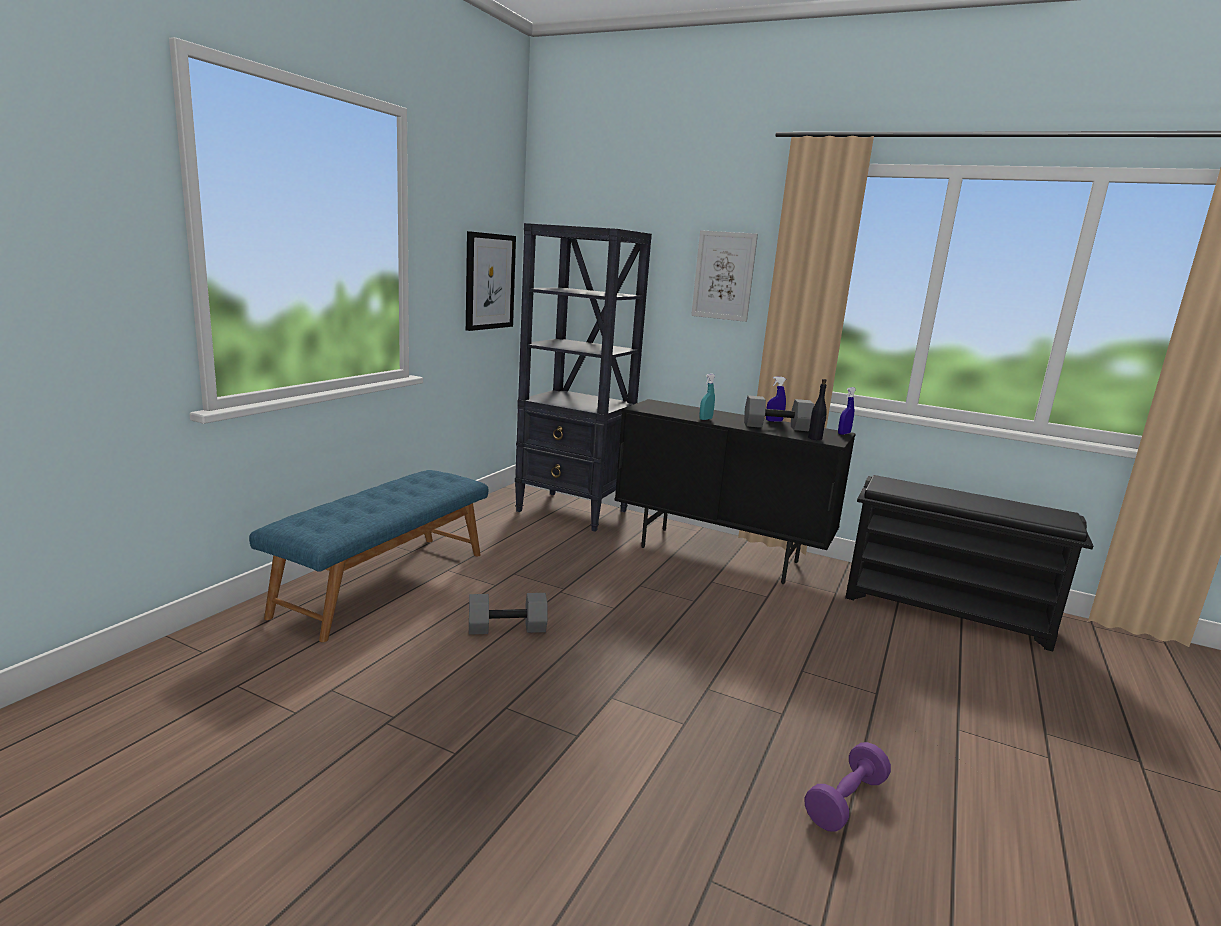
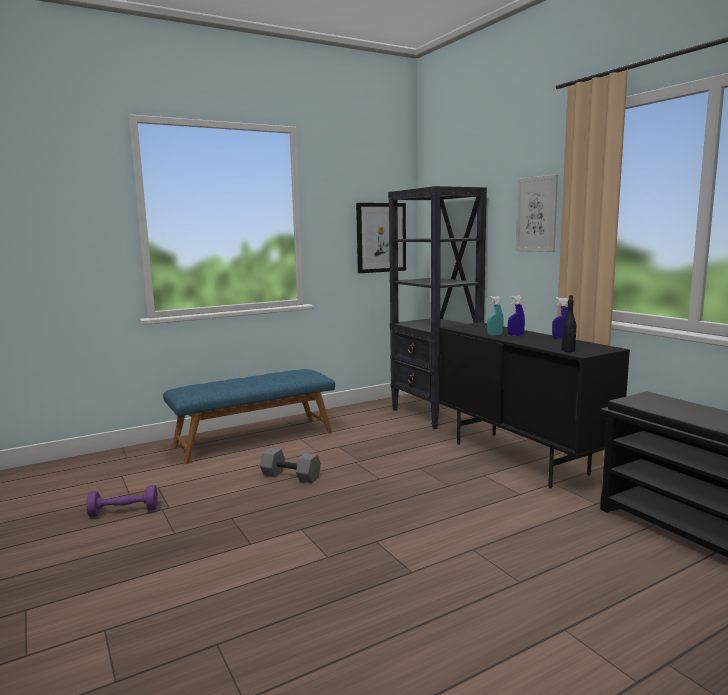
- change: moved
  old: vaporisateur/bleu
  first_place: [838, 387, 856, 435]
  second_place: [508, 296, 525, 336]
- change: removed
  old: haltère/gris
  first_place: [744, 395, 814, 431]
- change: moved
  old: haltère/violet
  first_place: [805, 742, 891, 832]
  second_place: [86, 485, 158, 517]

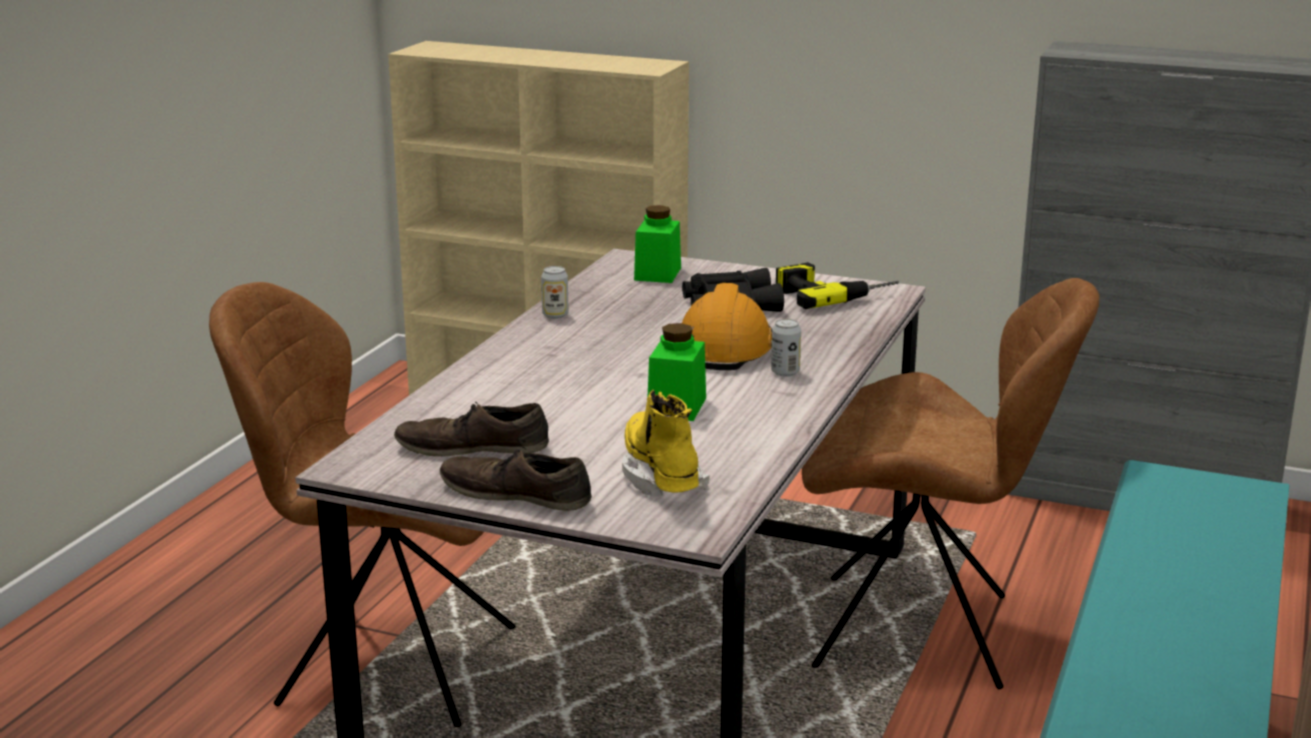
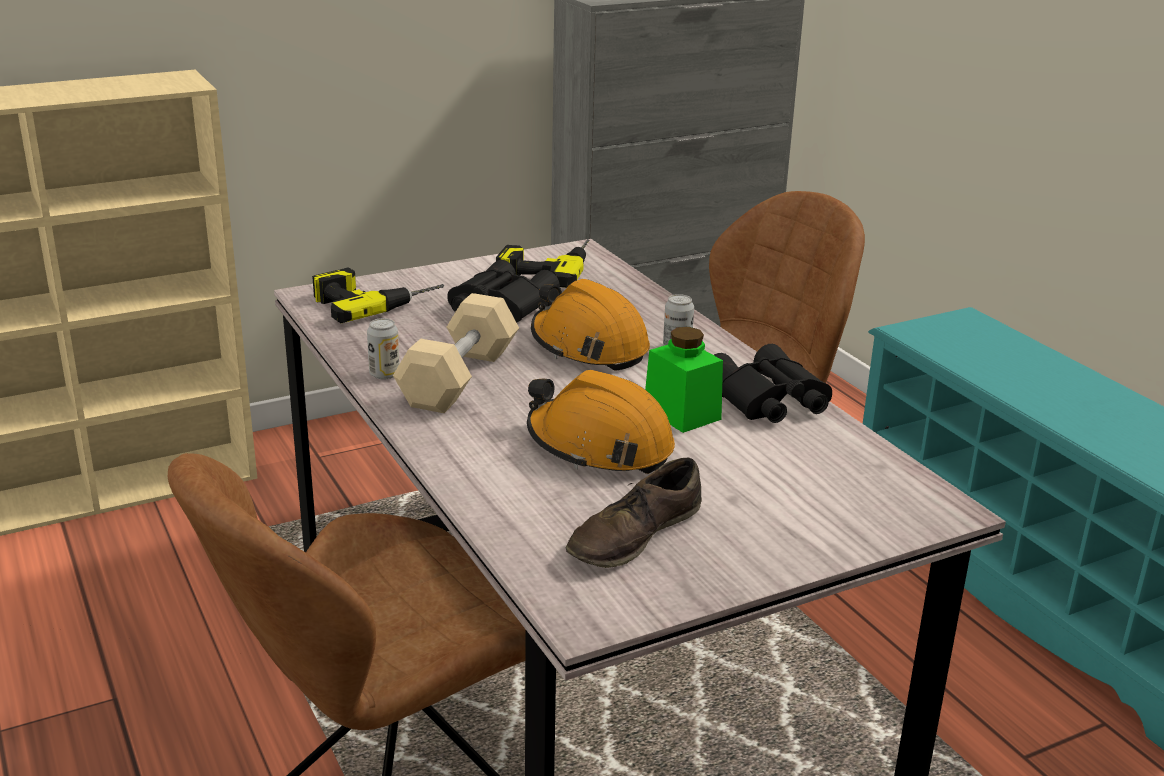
- change: replaced
  old: bocal/vert
  new: perceuse
  first_place: [634, 205, 681, 283]
  second_place: [312, 267, 444, 323]
- change: removed
  old: botte/jaune
  first_place: [622, 389, 710, 498]
- change: removed
  old: chaussure/marron
  first_place: [440, 447, 592, 511]
- change: added
  new: haltère/beige
  second_place: [393, 293, 519, 413]
- change: added
  new: jumelles/noir
  second_place: [714, 344, 832, 423]
- change: added
  new: casque de chantier/orange
  second_place: [527, 370, 675, 474]

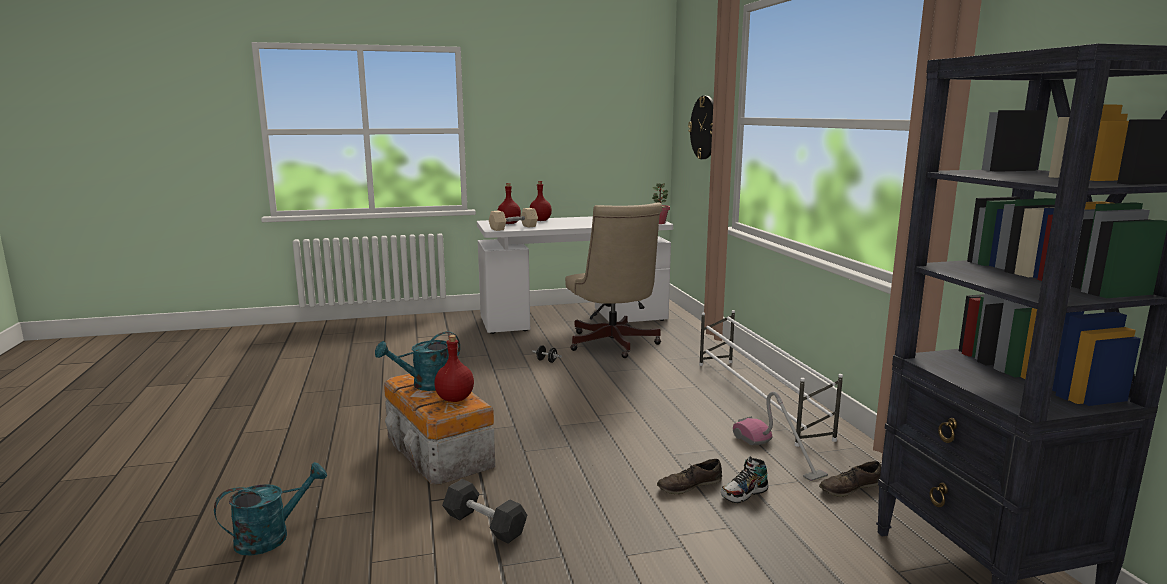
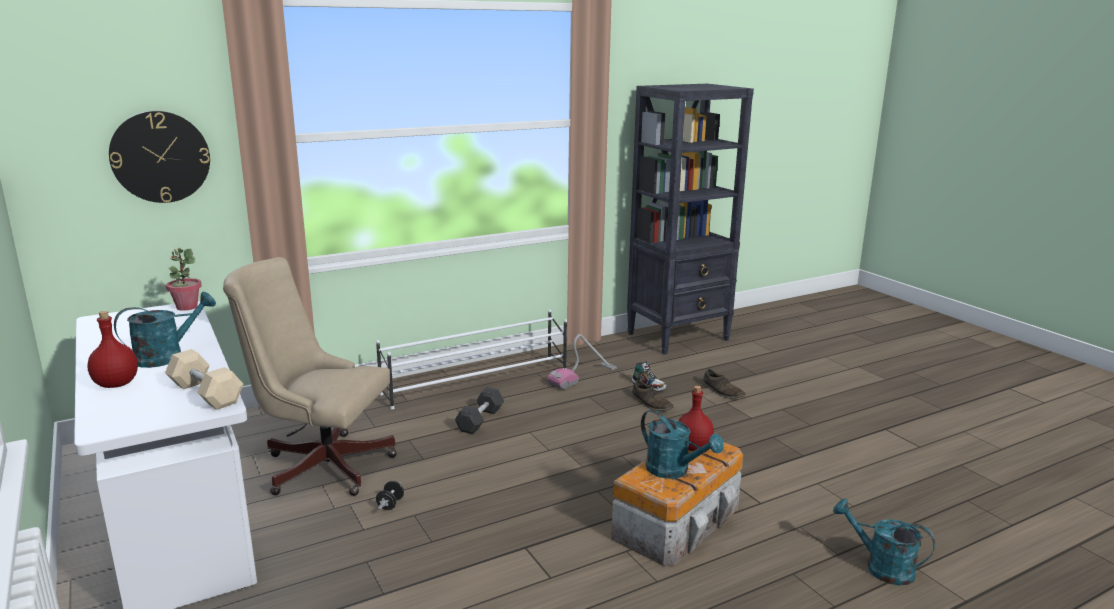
- change: removed
  old: bouteille/rouge
  first_place: [497, 183, 521, 224]
- change: turned
  old: chaise de bureau/beige
  first_place: [565, 203, 662, 358]
  second_place: [223, 257, 397, 496]
  degrees: -135
- change: moved
  old: chaussure/marron
  first_place: [819, 461, 881, 497]
  second_place: [703, 369, 745, 398]
- change: moved
  old: haltère/gris
  first_place: [442, 479, 527, 544]
  second_place: [455, 387, 504, 434]
- change: added
  new: arrosoir/turquoise
  second_place: [114, 292, 216, 368]

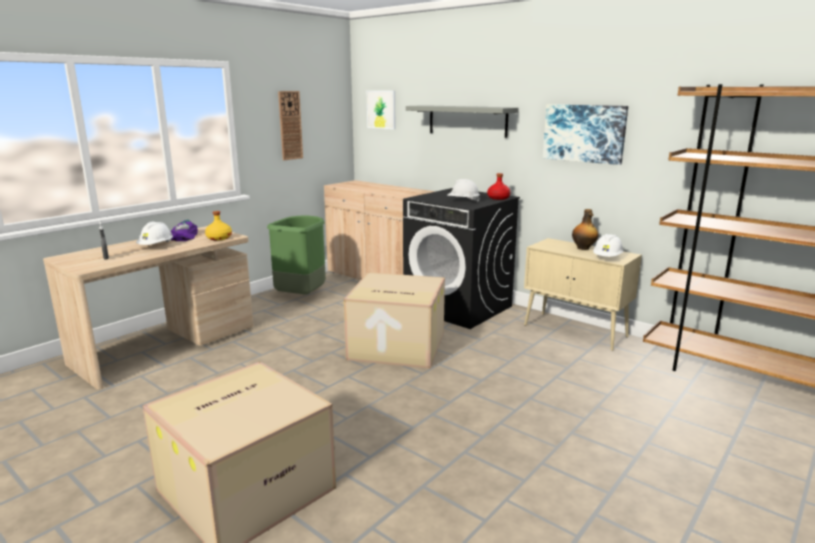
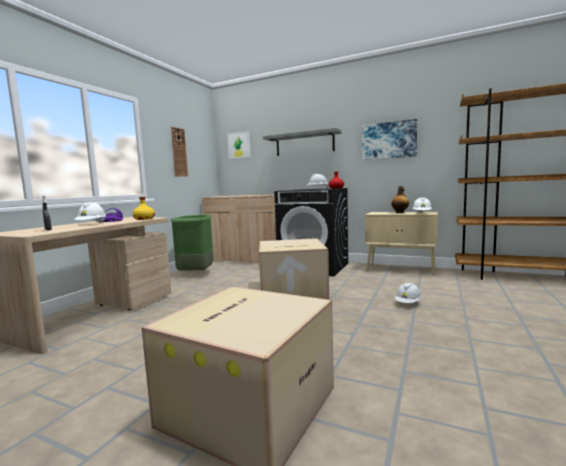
- change: added
  new: casque de chantier/blanc
  second_place: [395, 282, 422, 303]

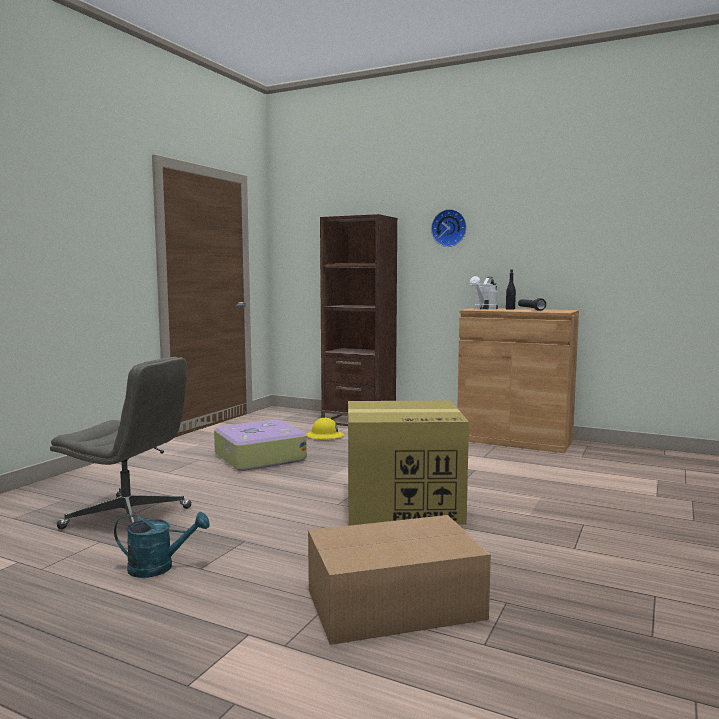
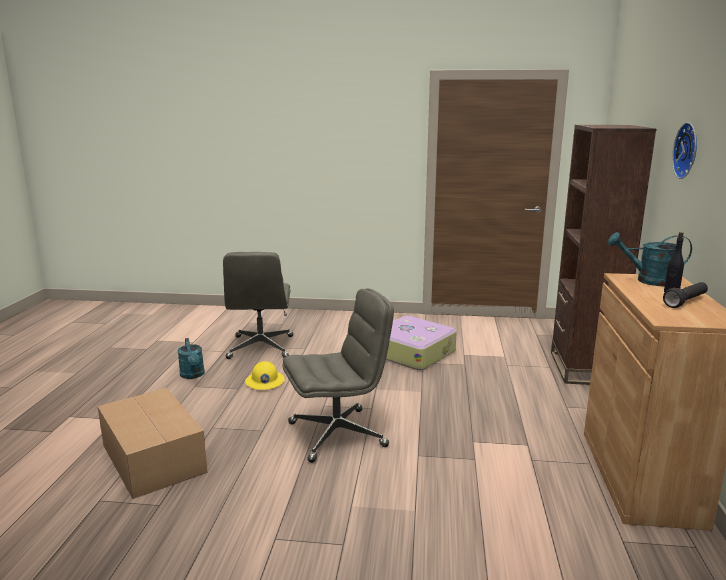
- change: recoloured
  old: arrosoir/blanc
  new: arrosoir/turquoise
  first_place: [470, 276, 498, 309]
  second_place: [608, 232, 692, 287]
- change: replaced
  old: carton
  new: chaise de bureau/gris
  first_place: [348, 401, 469, 526]
  second_place: [282, 288, 394, 463]
- change: moved
  old: casque de chantier/jaune
  first_place: [306, 418, 344, 440]
  second_place: [245, 361, 285, 390]

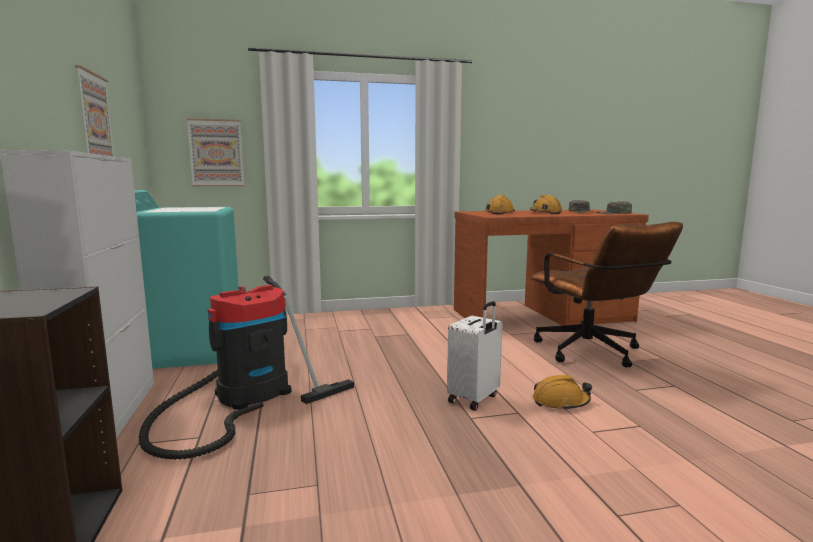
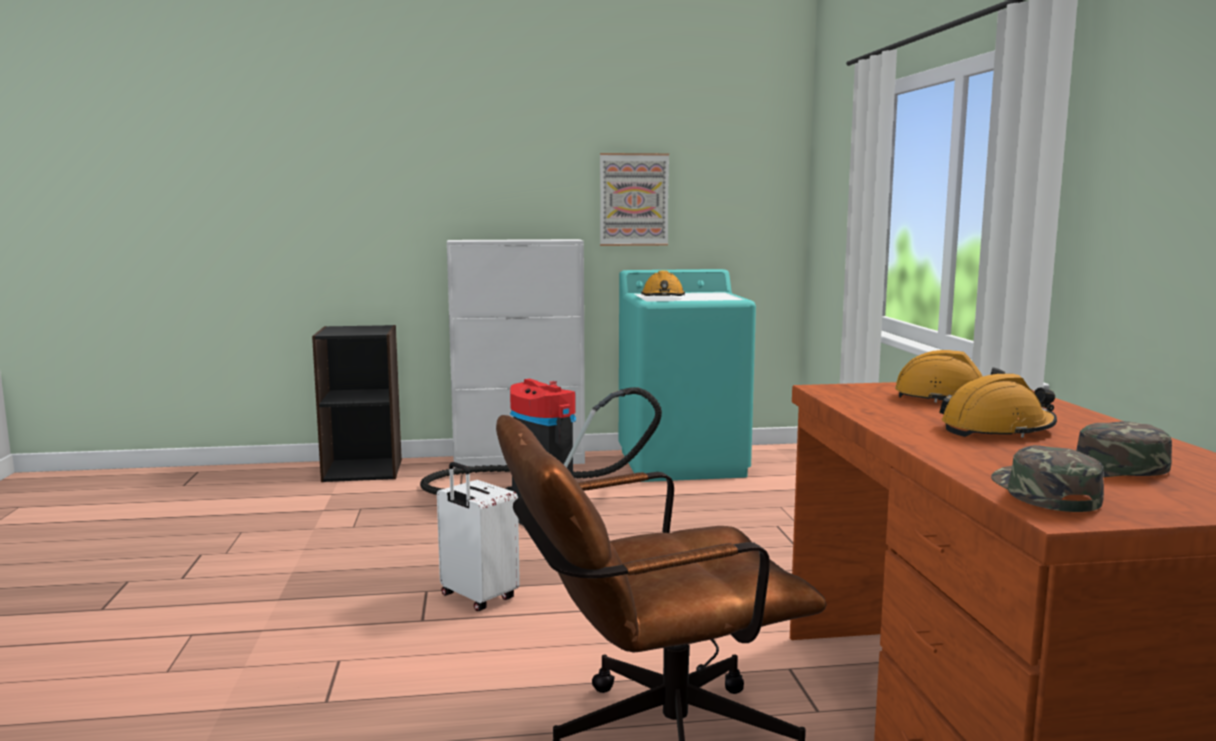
- change: removed
  old: tableau
  first_place: [187, 119, 244, 186]
- change: moved
  old: casque de chantier/orange
  first_place: [533, 375, 592, 411]
  second_place: [641, 270, 685, 296]

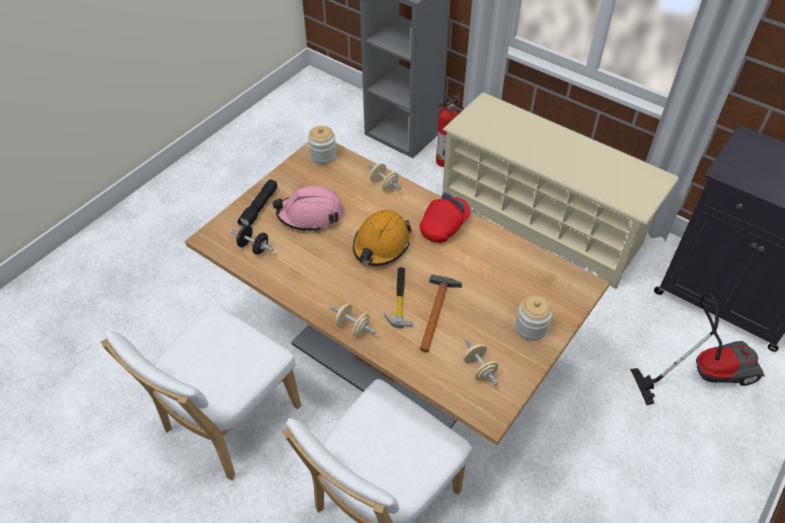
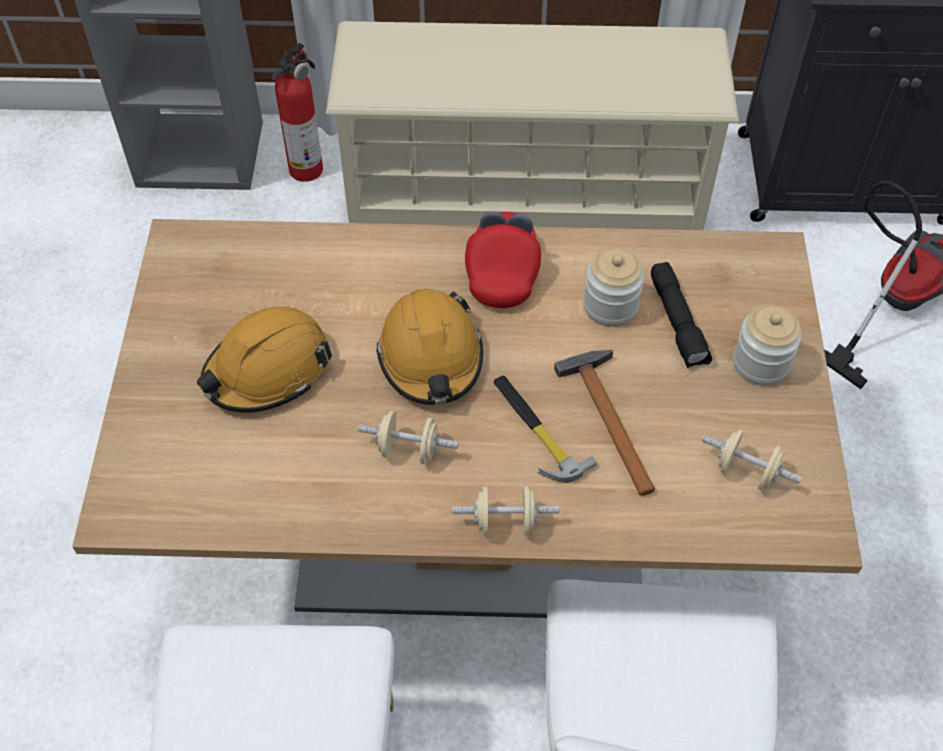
- change: moved
  old: bocal
  first_place: [308, 126, 336, 164]
  second_place: [583, 248, 644, 327]
- change: moved
  old: haltère/beige
  first_place: [368, 163, 402, 191]
  second_place: [358, 411, 459, 464]
- change: moved
  old: lampe de poche/noir
  first_place: [238, 179, 277, 226]
  second_place: [651, 262, 712, 368]
- change: recoloured
  old: casque de chantier/rose
  new: casque de chantier/orange
  first_place: [272, 185, 344, 232]
  second_place: [197, 307, 332, 413]
- change: removed
  old: haltère/noir
  first_place: [231, 225, 274, 255]

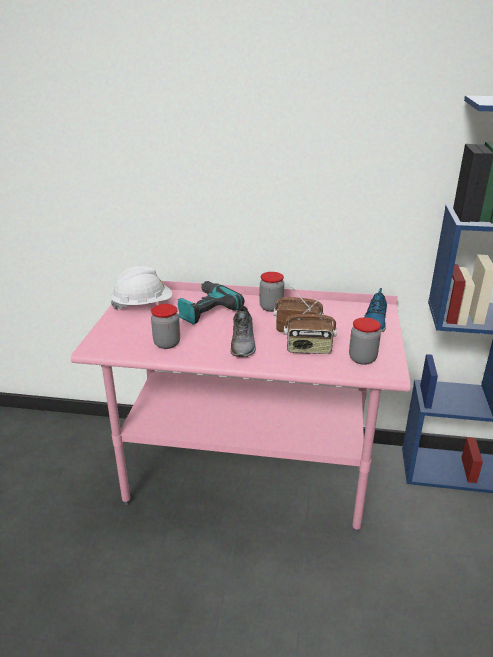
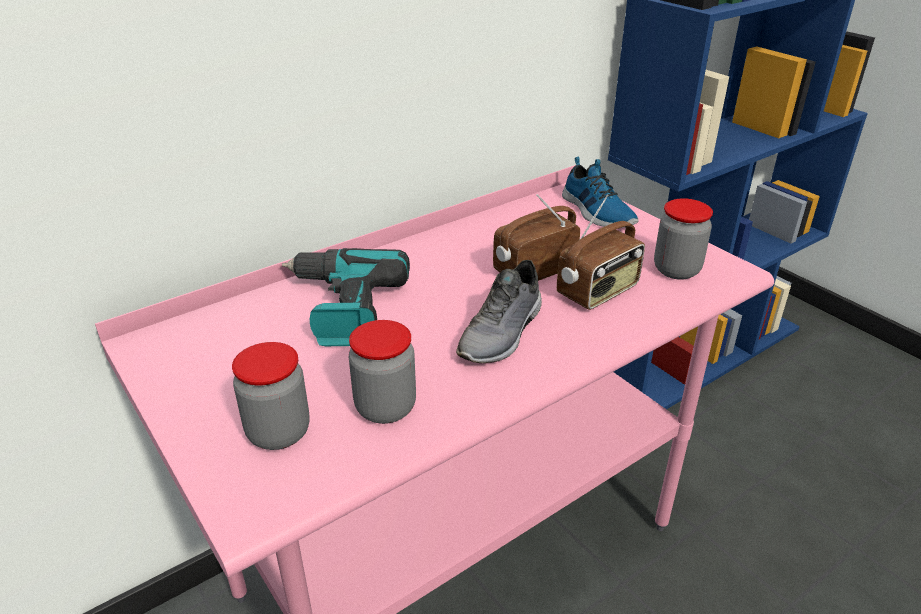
- change: removed
  old: casque de chantier/blanc
  first_place: [111, 266, 172, 309]
- change: moved
  old: bocal
  first_place: [259, 272, 284, 312]
  second_place: [232, 342, 310, 450]
- change: turned
  old: chaussure/gris
  first_place: [230, 306, 256, 357]
  second_place: [456, 260, 542, 363]
  degrees: 75

